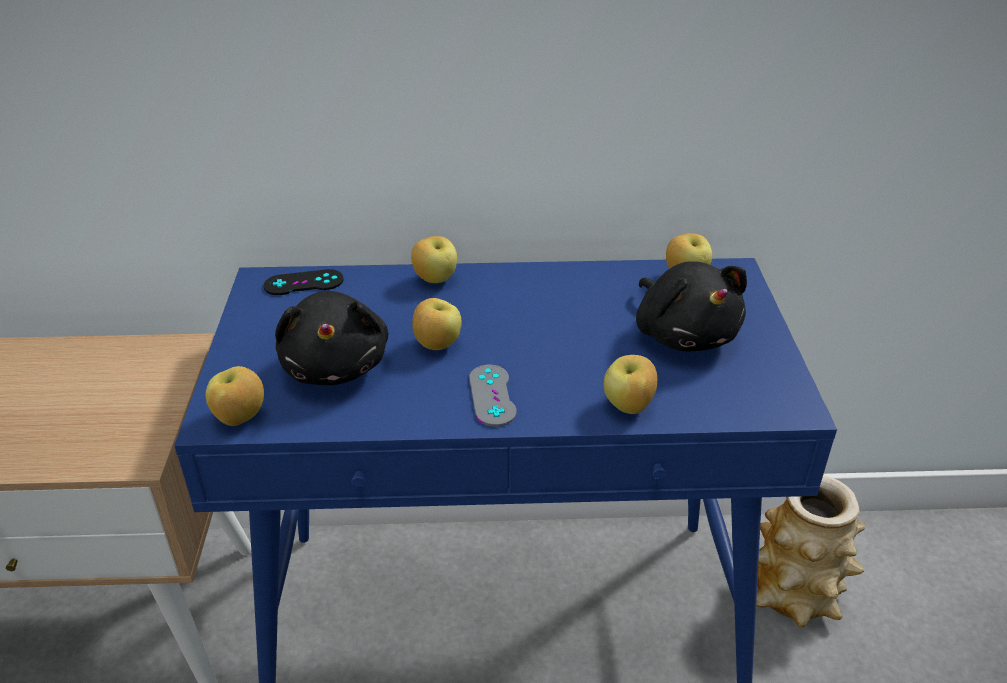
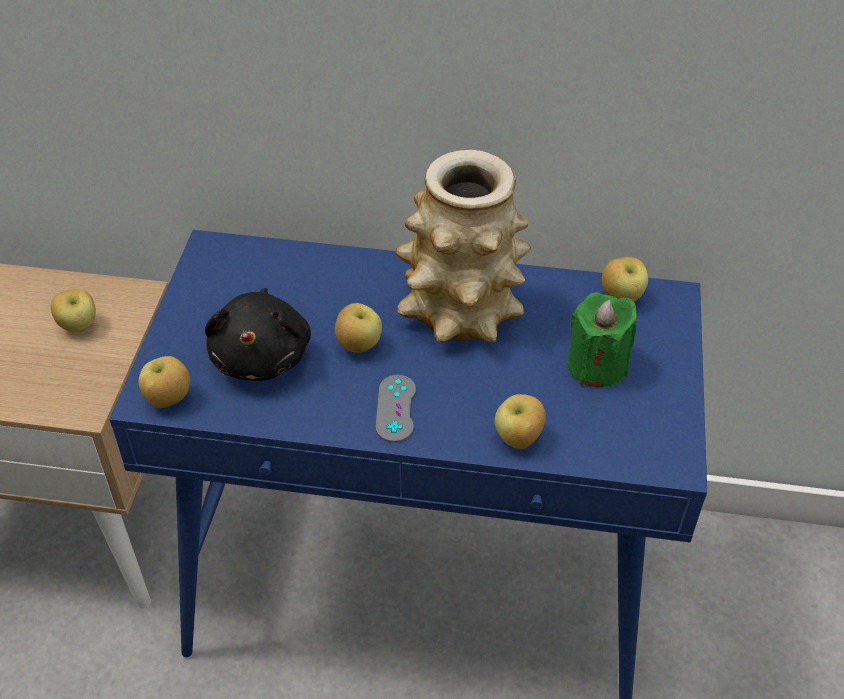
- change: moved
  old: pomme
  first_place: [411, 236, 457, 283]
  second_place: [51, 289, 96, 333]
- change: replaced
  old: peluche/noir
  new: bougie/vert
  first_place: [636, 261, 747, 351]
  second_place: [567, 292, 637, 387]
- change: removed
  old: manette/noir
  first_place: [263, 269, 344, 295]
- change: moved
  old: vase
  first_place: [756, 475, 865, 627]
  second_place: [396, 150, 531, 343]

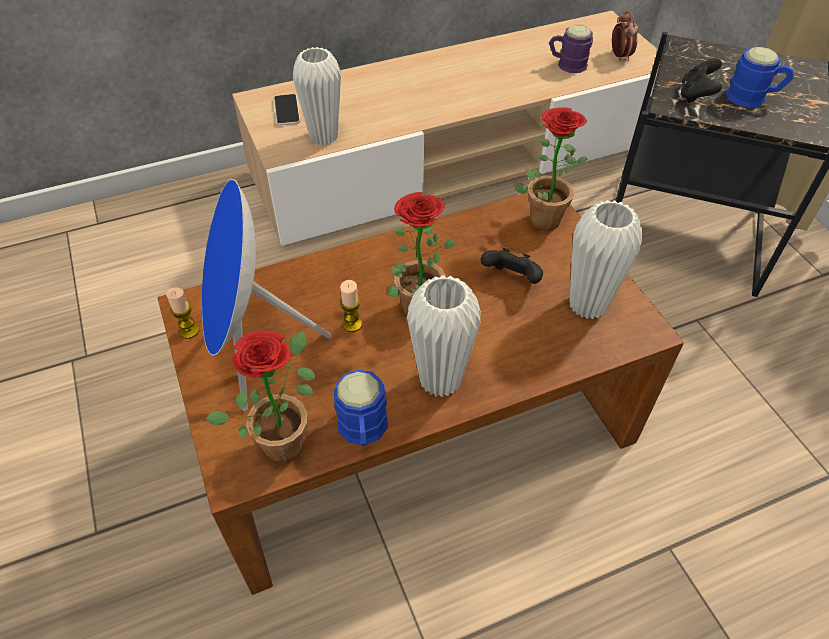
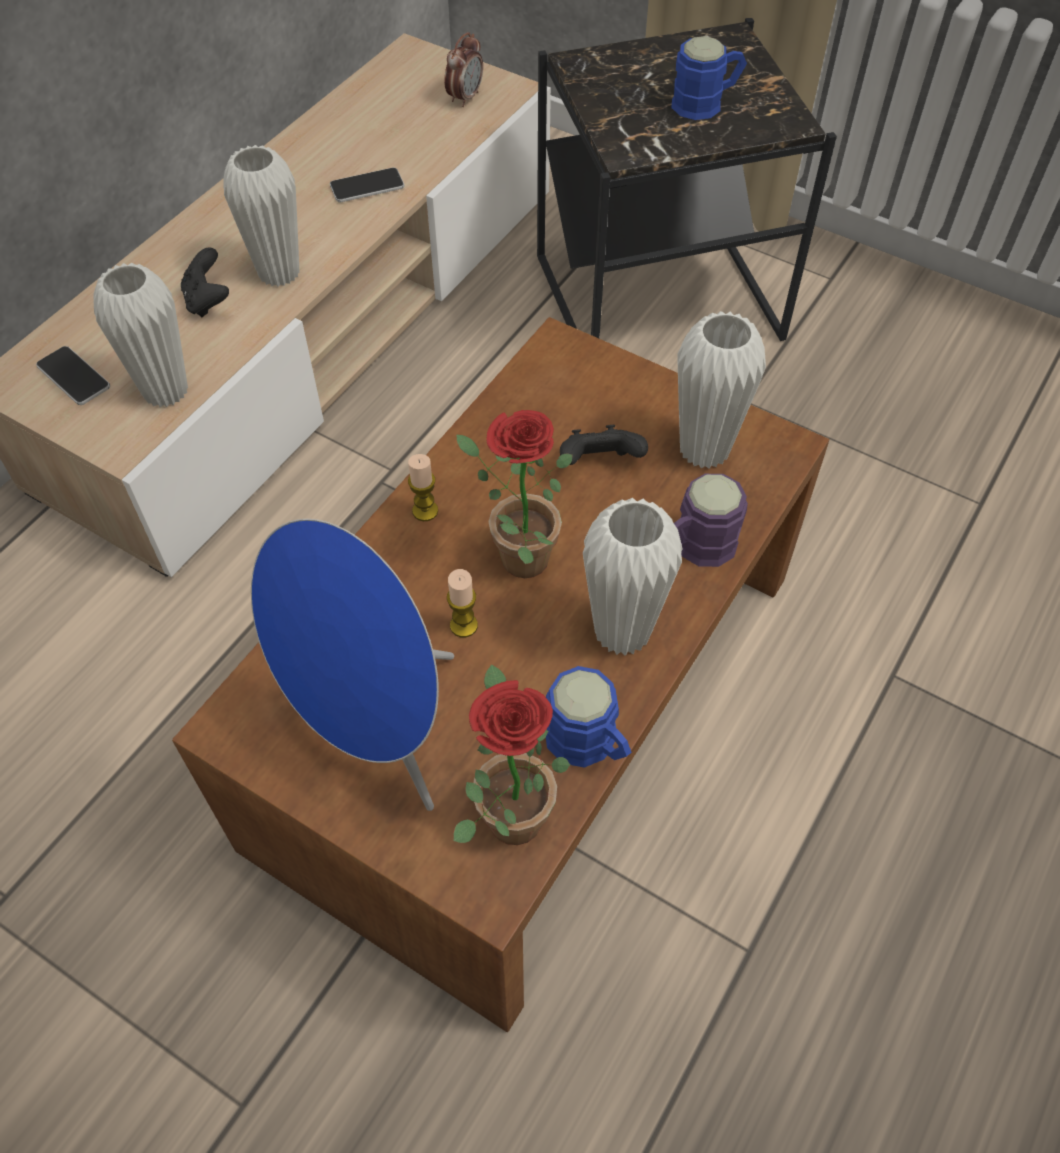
- change: turned
  old: réveil
  first_place: [612, 11, 639, 61]
  second_place: [444, 32, 483, 107]
  degrees: 75
- change: moved
  old: mug/violet
  first_place: [549, 25, 593, 73]
  second_place: [674, 474, 748, 567]
- change: moved
  old: manette/noir
  first_place: [681, 58, 722, 103]
  second_place: [181, 248, 229, 317]
- change: removed
  old: plante en pot
  first_place: [515, 107, 587, 231]
- change: moved
  old: bougie
  first_place: [166, 287, 199, 339]
  second_place: [408, 454, 438, 521]
- change: added
  new: vase/blanc
  second_place: [223, 145, 300, 287]
- change: added
  new: téléphone
  second_place: [330, 167, 404, 202]

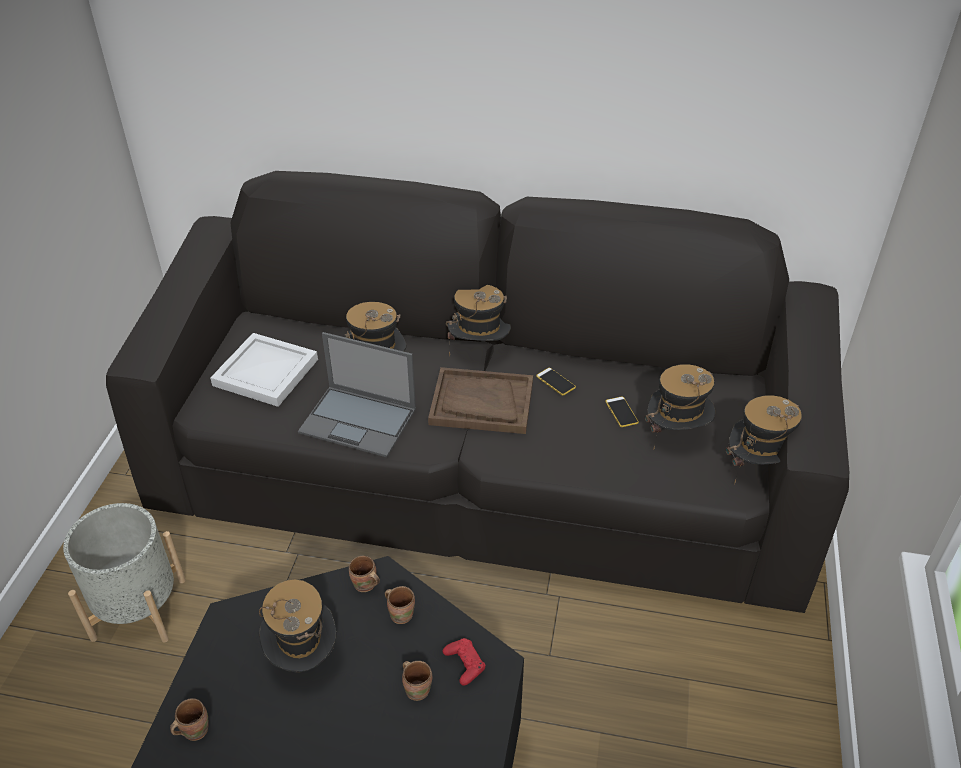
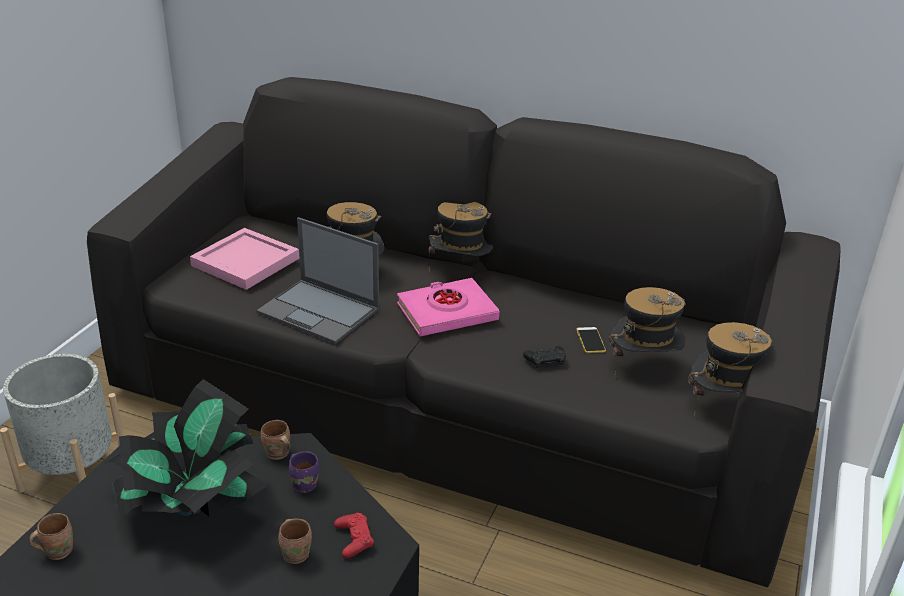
- change: recoloured
  old: plateau/blanc
  new: plateau/rose
  first_place: [210, 333, 318, 407]
  second_place: [190, 228, 300, 290]
- change: replaced
  old: plateau/marron
  new: livre/rose
  first_place: [428, 367, 533, 434]
  second_place: [397, 278, 500, 336]
- change: removed
  old: téléphone
  first_place: [536, 368, 576, 396]
- change: replaced
  old: chapeau
  new: plante en pot
  first_place: [259, 580, 337, 672]
  second_place: [106, 379, 267, 518]
- change: recoloured
  old: mug/marron
  new: mug/violet
  first_place: [385, 586, 415, 624]
  second_place: [289, 451, 319, 493]
- change: added
  new: manette/noir
  second_place: [523, 346, 566, 369]

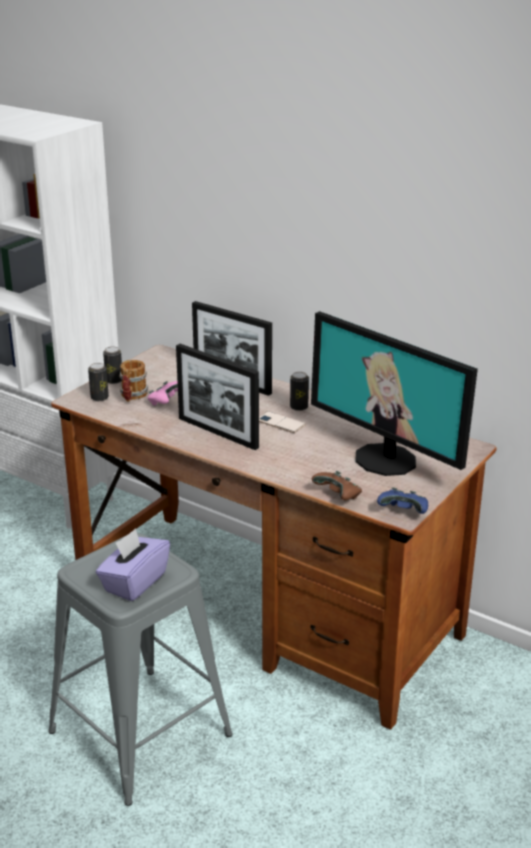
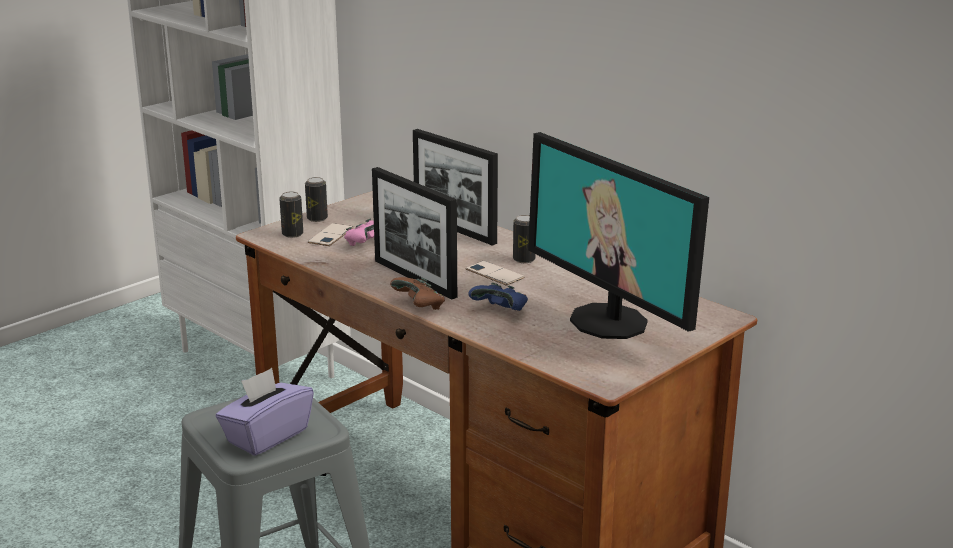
- change: replaced
  old: mug
  new: téléphone
  first_place: [119, 360, 148, 402]
  second_place: [308, 223, 354, 246]
- change: moved
  old: manette/marron
  first_place: [312, 471, 362, 500]
  second_place: [390, 277, 445, 310]
- change: moved
  old: manette/bleu
  first_place: [377, 487, 428, 514]
  second_place: [468, 283, 528, 311]

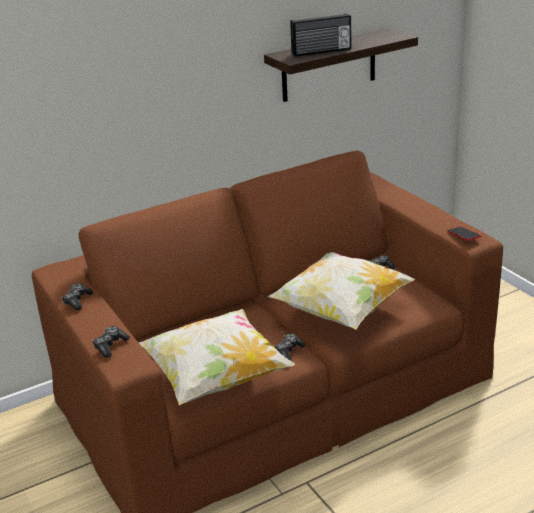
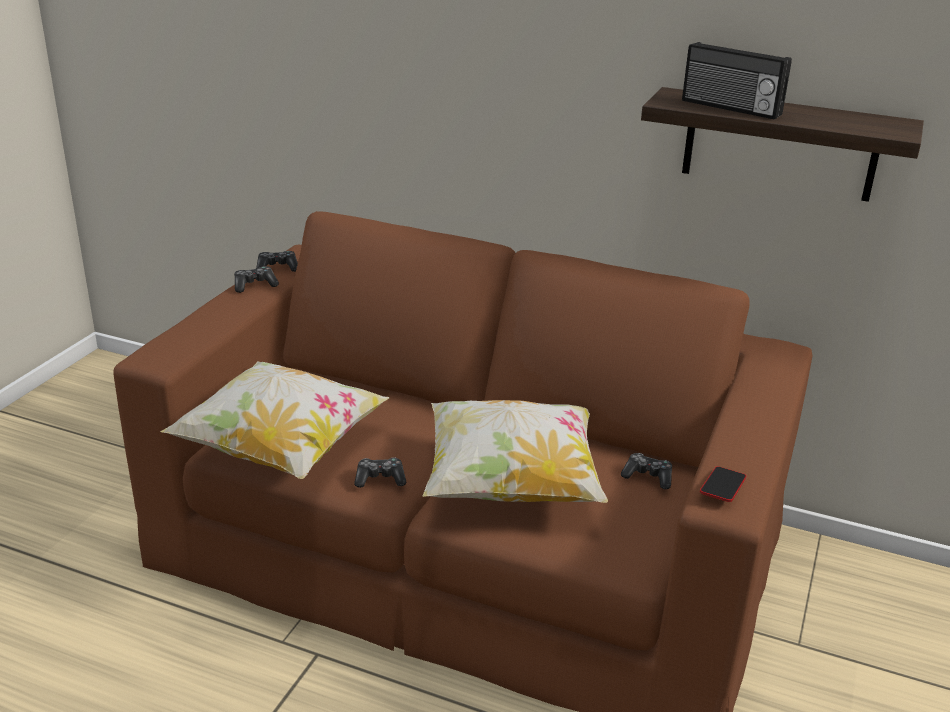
- change: moved
  old: manette
  first_place: [92, 326, 130, 358]
  second_place: [256, 251, 298, 272]

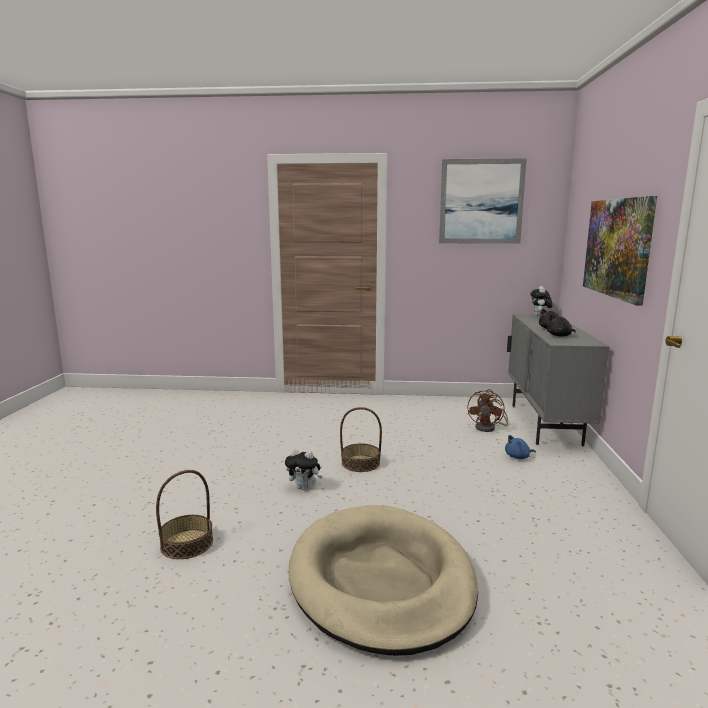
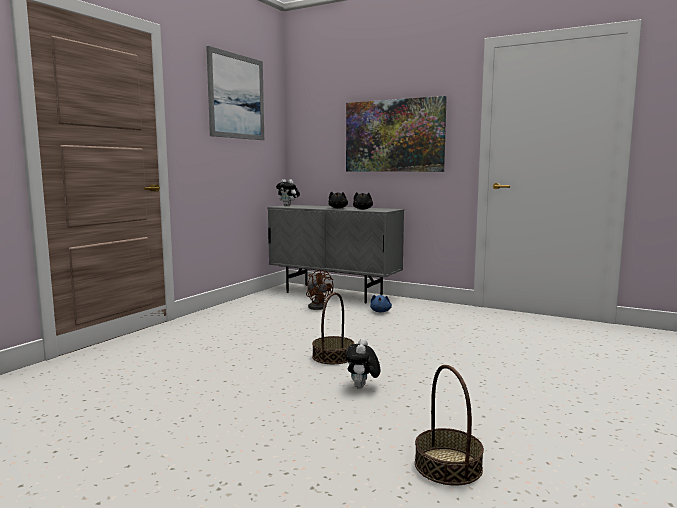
- change: turned
  old: peluche
  first_place: [285, 449, 322, 490]
  second_place: [345, 338, 381, 389]
  degrees: 150
- change: removed
  old: panier pour chien/beige
  first_place: [289, 505, 478, 656]

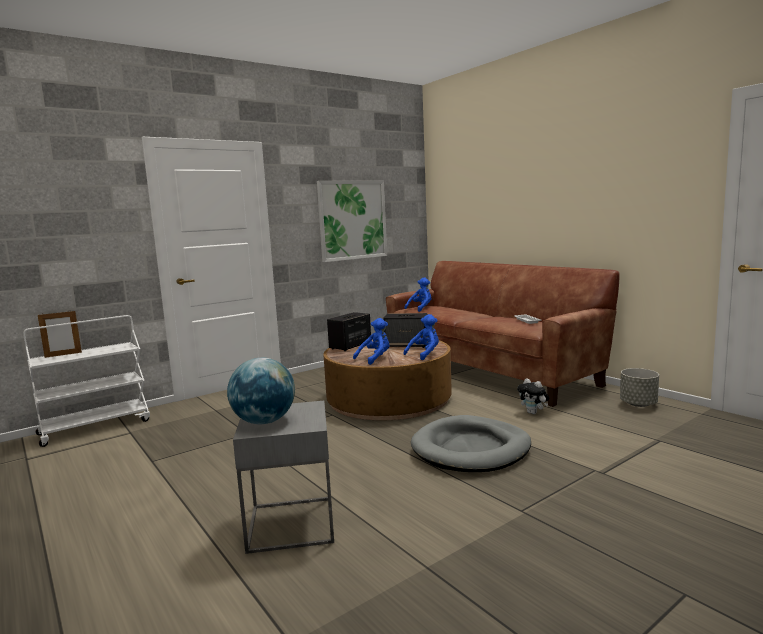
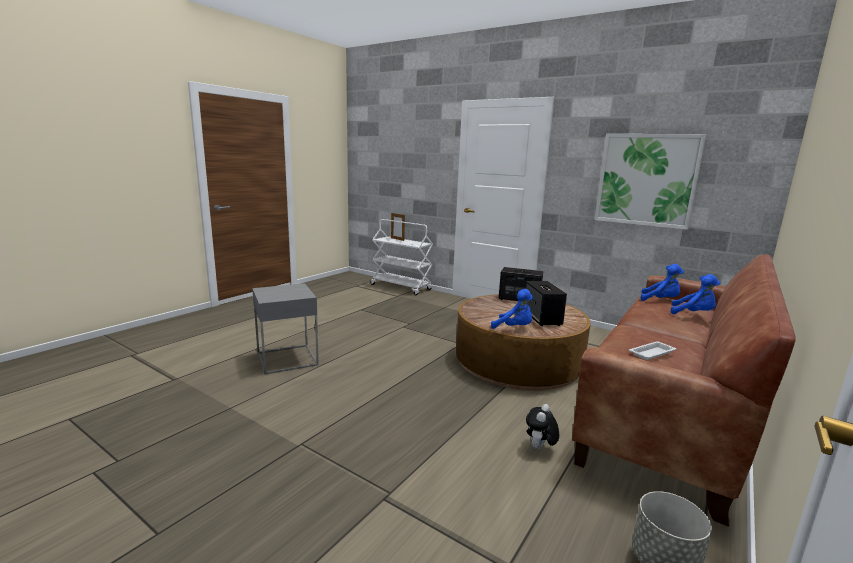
- change: moved
  old: peluche/bleu
  first_place: [353, 318, 389, 365]
  second_place: [671, 274, 720, 314]
- change: removed
  old: globe
  first_place: [227, 357, 295, 424]
- change: removed
  old: panier pour chien/gris
  first_place: [411, 415, 531, 472]

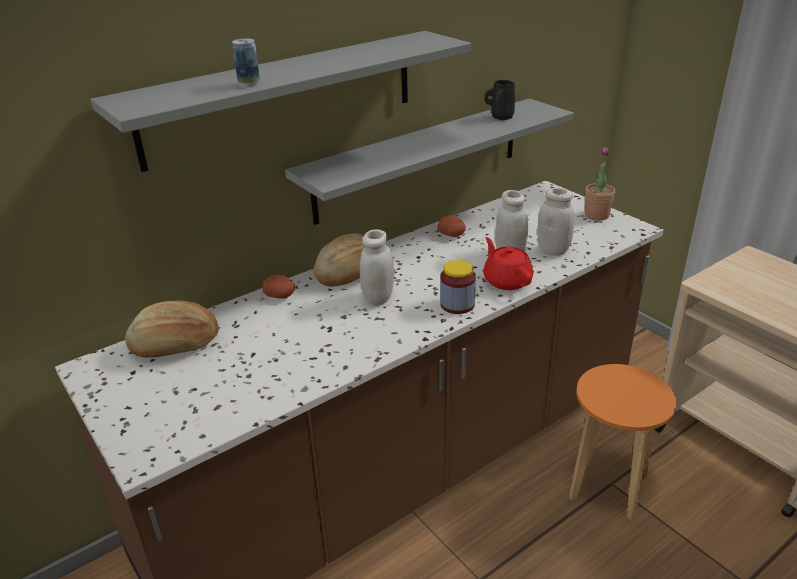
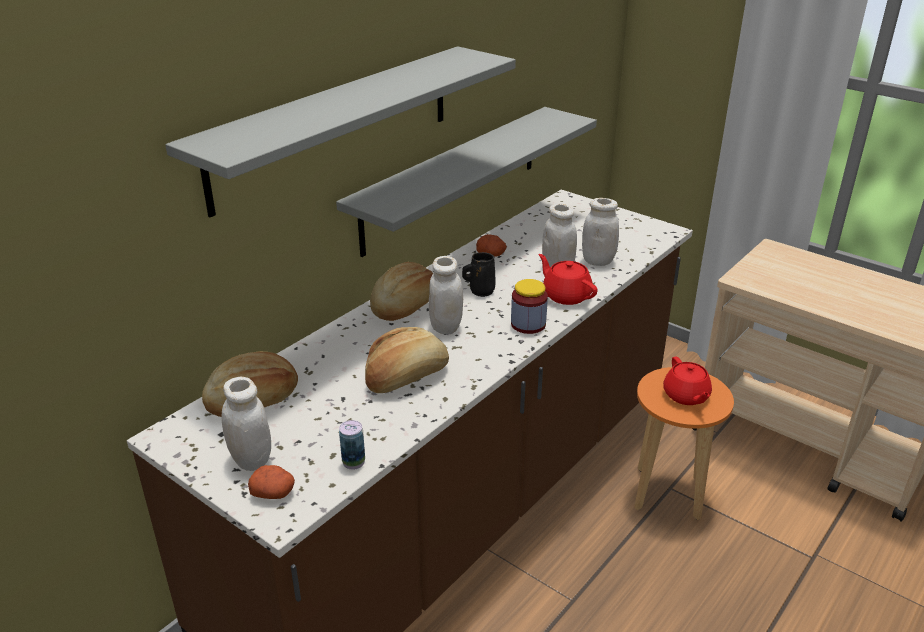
- change: moved
  old: boîte métallique
  first_place: [232, 39, 260, 88]
  second_place: [339, 420, 365, 470]
- change: moved
  old: mug/noir
  first_place: [485, 80, 515, 120]
  second_place: [462, 252, 495, 297]
- change: removed
  old: plante en pot
  first_place: [585, 147, 615, 221]
- change: moved
  old: pomme de terre
  first_place: [262, 274, 295, 299]
  second_place: [248, 465, 295, 499]
- change: added
  new: pain
  second_place: [365, 327, 449, 393]
- change: added
  new: théière/rouge
  second_place: [663, 356, 712, 405]
- change: added
  new: bocal/blanc
  second_place: [222, 377, 271, 471]

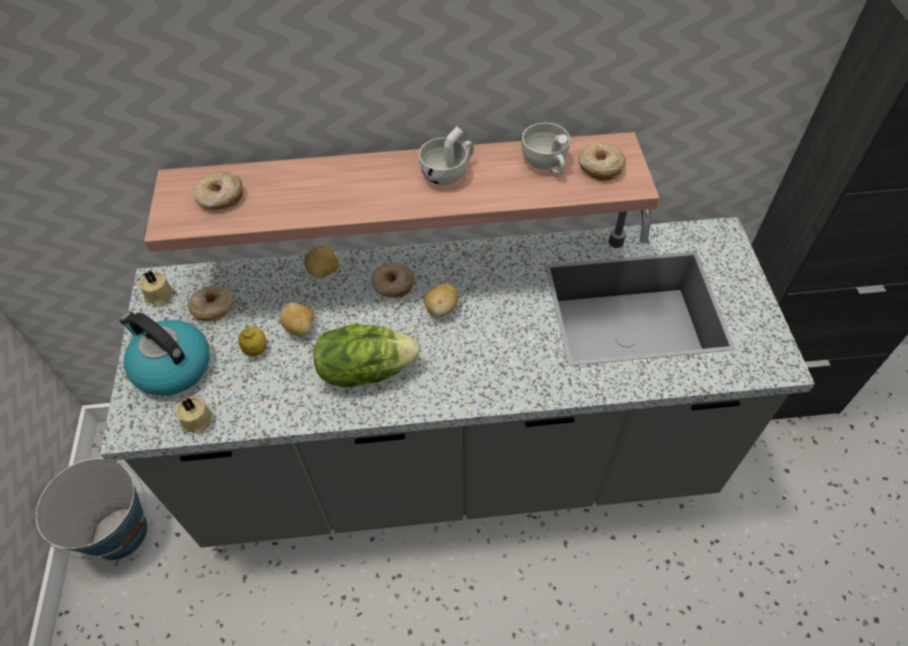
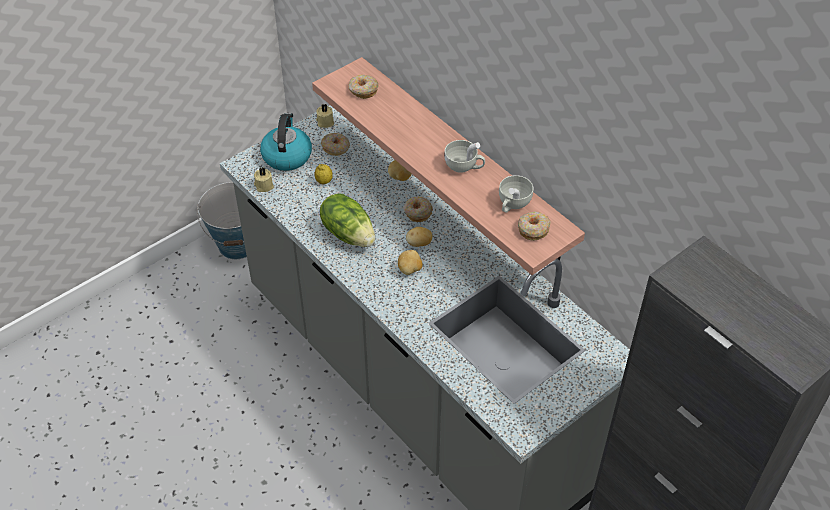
- change: moved
  old: pomme de terre
  first_place: [280, 302, 315, 337]
  second_place: [398, 250, 423, 275]

